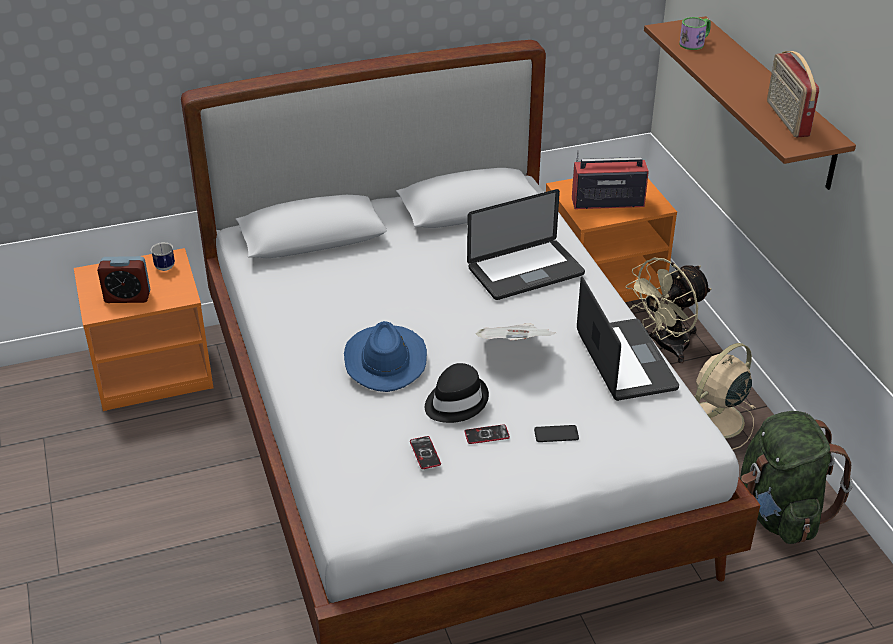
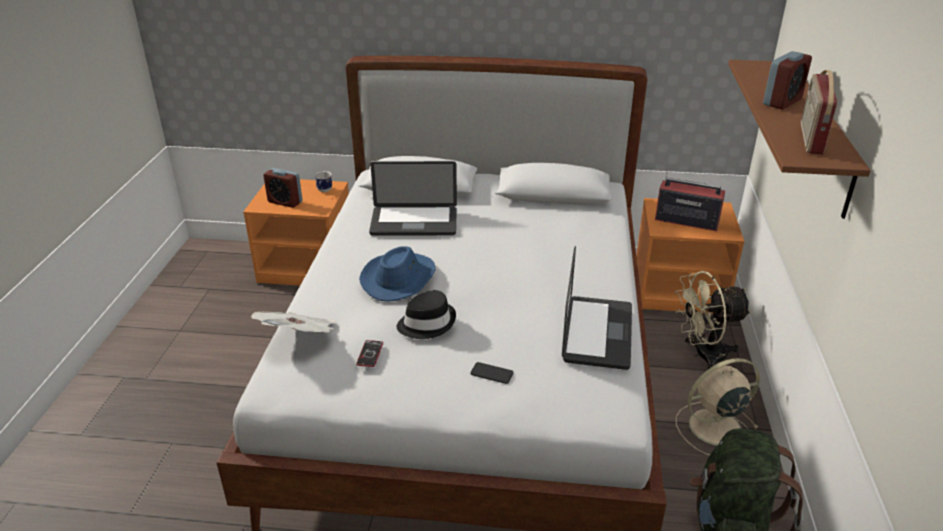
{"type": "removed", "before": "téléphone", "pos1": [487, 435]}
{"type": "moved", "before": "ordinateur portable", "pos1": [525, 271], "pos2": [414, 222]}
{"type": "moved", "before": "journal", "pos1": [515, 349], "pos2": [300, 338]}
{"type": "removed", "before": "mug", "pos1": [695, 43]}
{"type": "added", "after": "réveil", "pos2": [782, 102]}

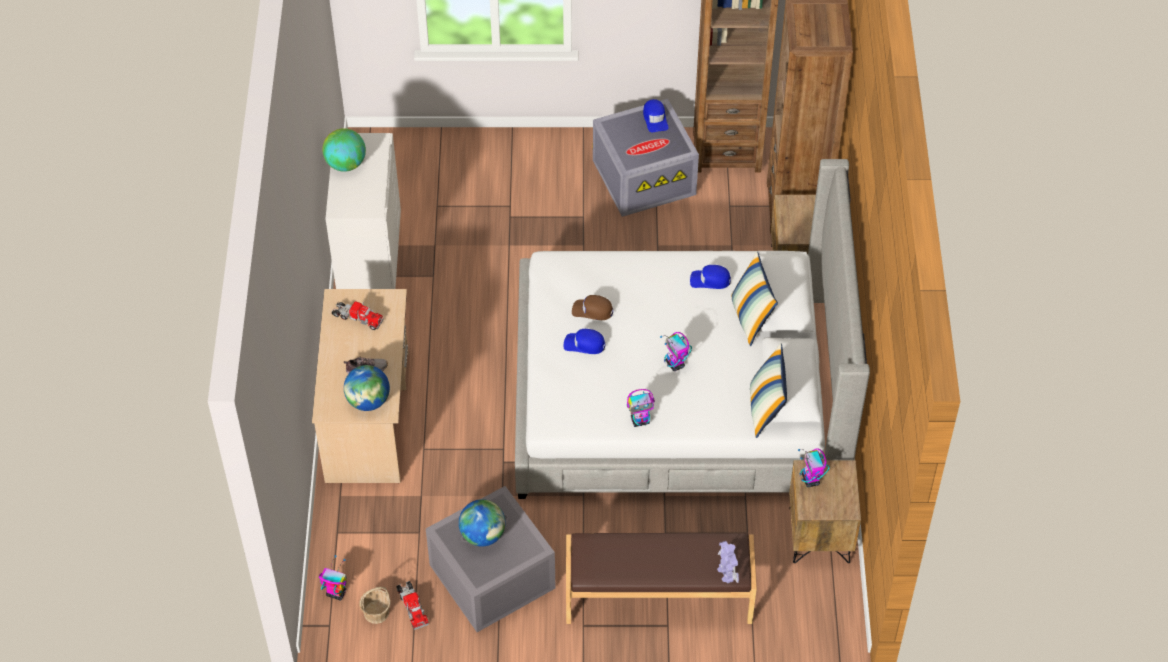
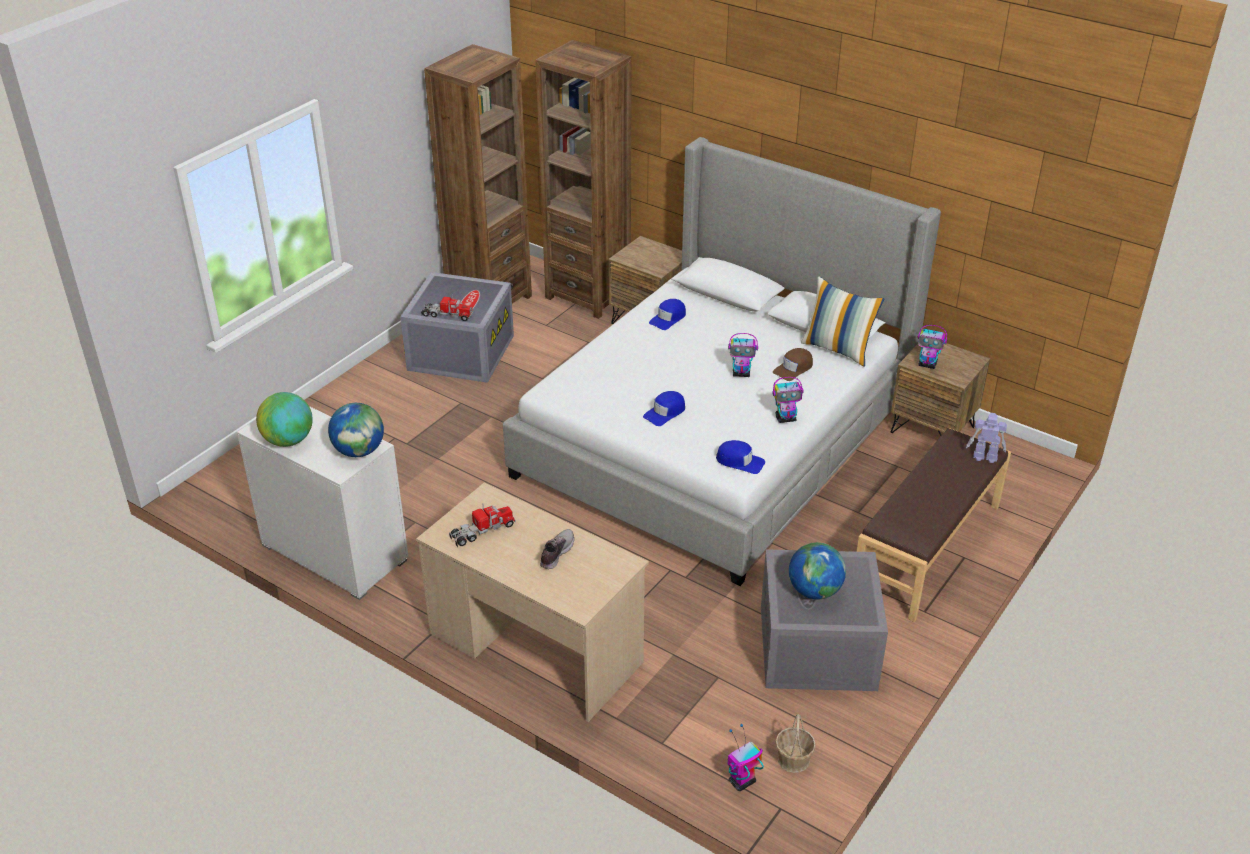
{"type": "moved", "before": "globe", "pos1": [368, 401], "pos2": [359, 451]}
{"type": "moved", "before": "camion jouet", "pos1": [412, 607], "pos2": [447, 315]}
{"type": "moved", "before": "casquette [marron]", "pos1": [592, 310], "pos2": [793, 368]}
{"type": "turned", "before": "robot jouet", "pos1": [640, 420], "pos2": [786, 418], "turn": 60}
{"type": "moved", "before": "casquette [bleu]", "pos1": [655, 118], "pos2": [740, 461]}
{"type": "removed", "before": "coussin", "pos1": [751, 318]}

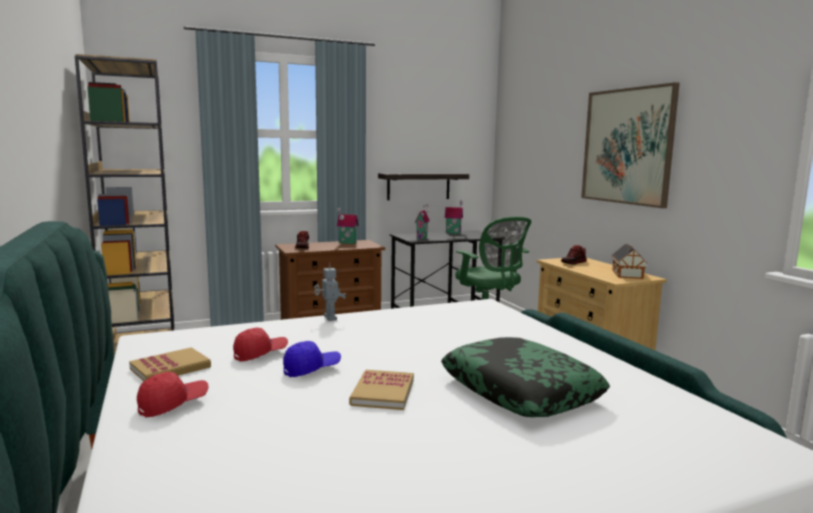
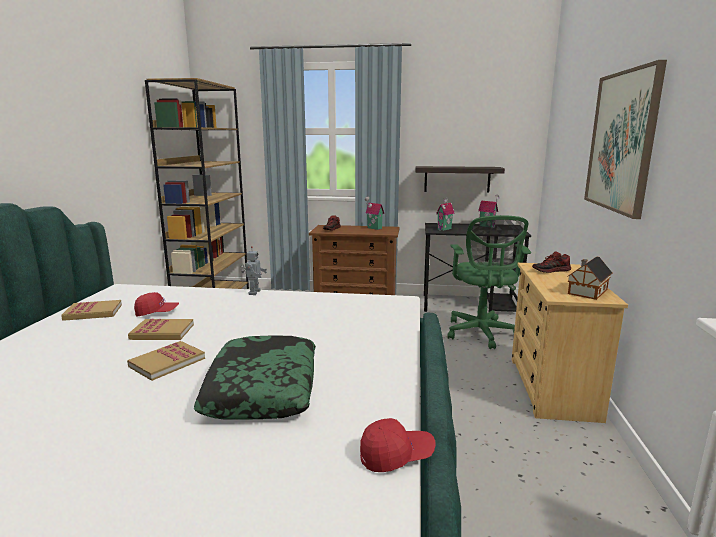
{"type": "moved", "before": "casquette [rouge]", "pos1": [173, 404], "pos2": [396, 456]}
{"type": "replaced", "before": "casquette [bleu]", "after": "livre", "pos1": [311, 369], "pos2": [162, 332]}

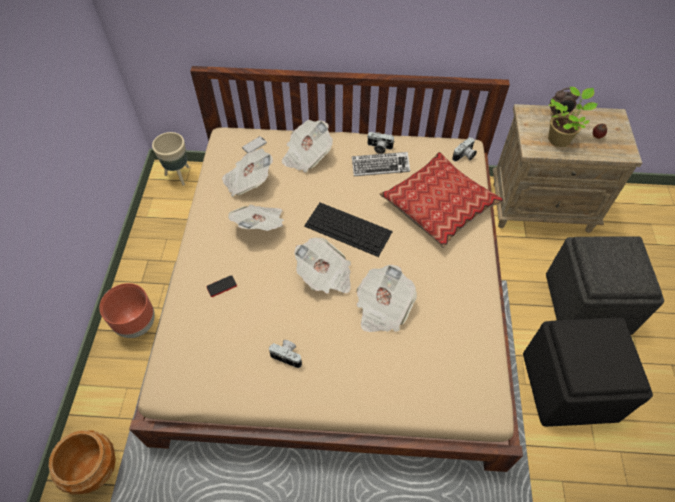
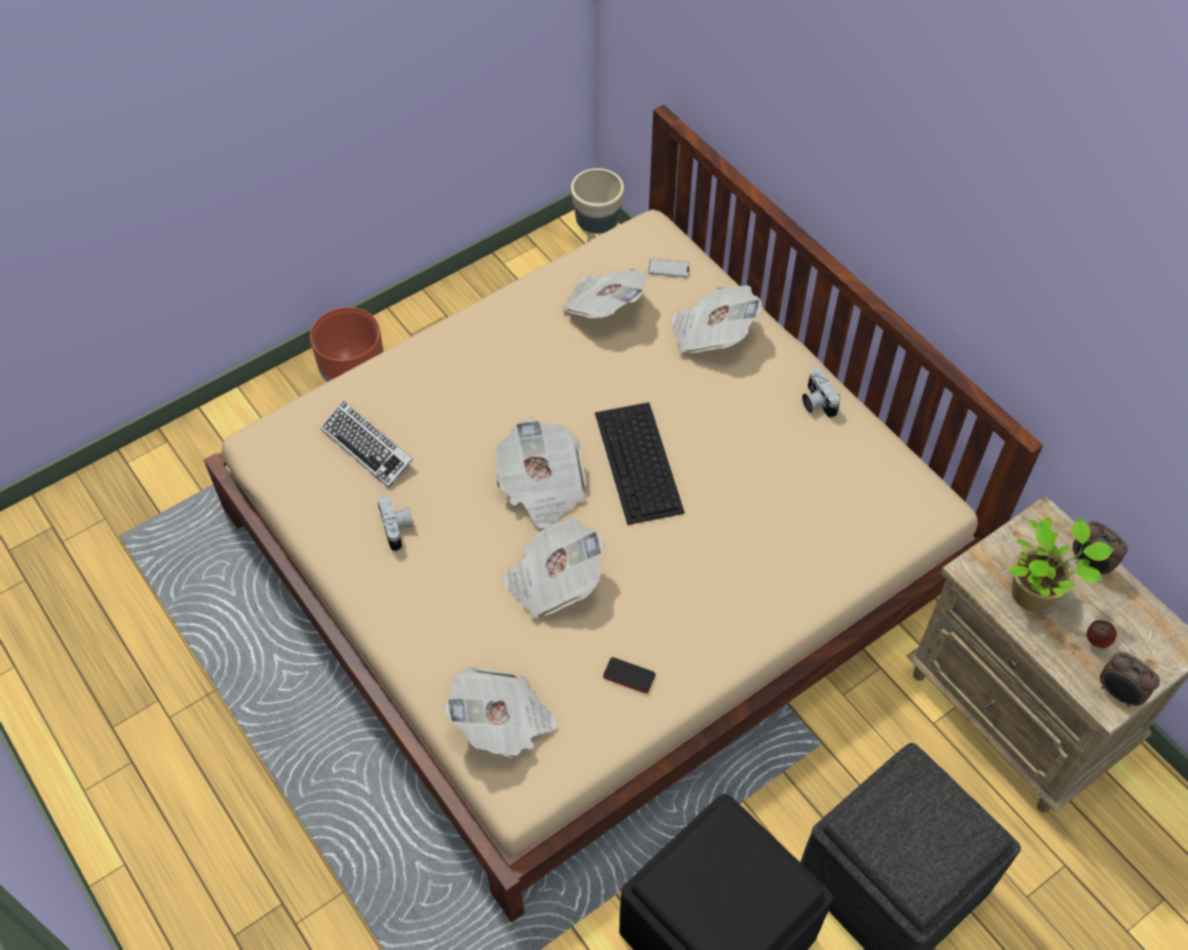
{"type": "removed", "before": "cache-pot [marron]", "pos1": [94, 469]}
{"type": "moved", "before": "téléphone", "pos1": [221, 286], "pos2": [629, 675]}
{"type": "moved", "before": "journal", "pos1": [260, 225], "pos2": [503, 723]}
{"type": "moved", "before": "clavier", "pos1": [380, 166], "pos2": [368, 447]}
{"type": "removed", "before": "coussin", "pos1": [439, 205]}
{"type": "removed", "before": "appareil photo", "pos1": [464, 156]}
{"type": "added", "after": "réveil", "pos2": [1118, 694]}

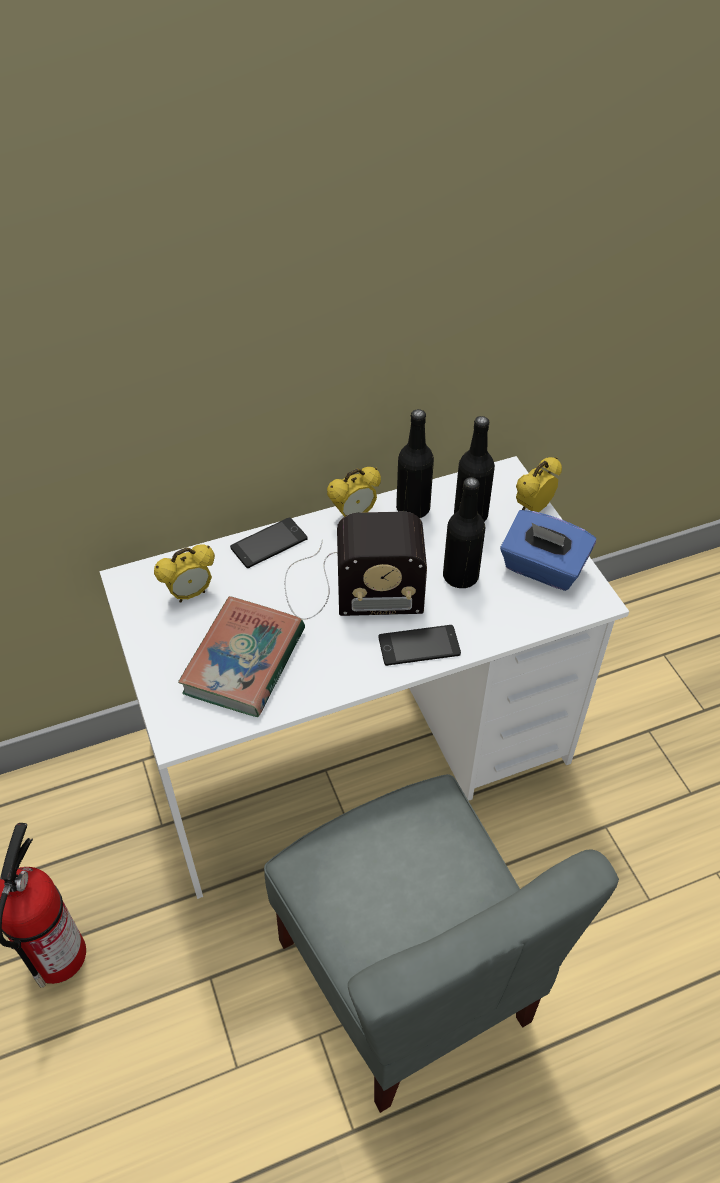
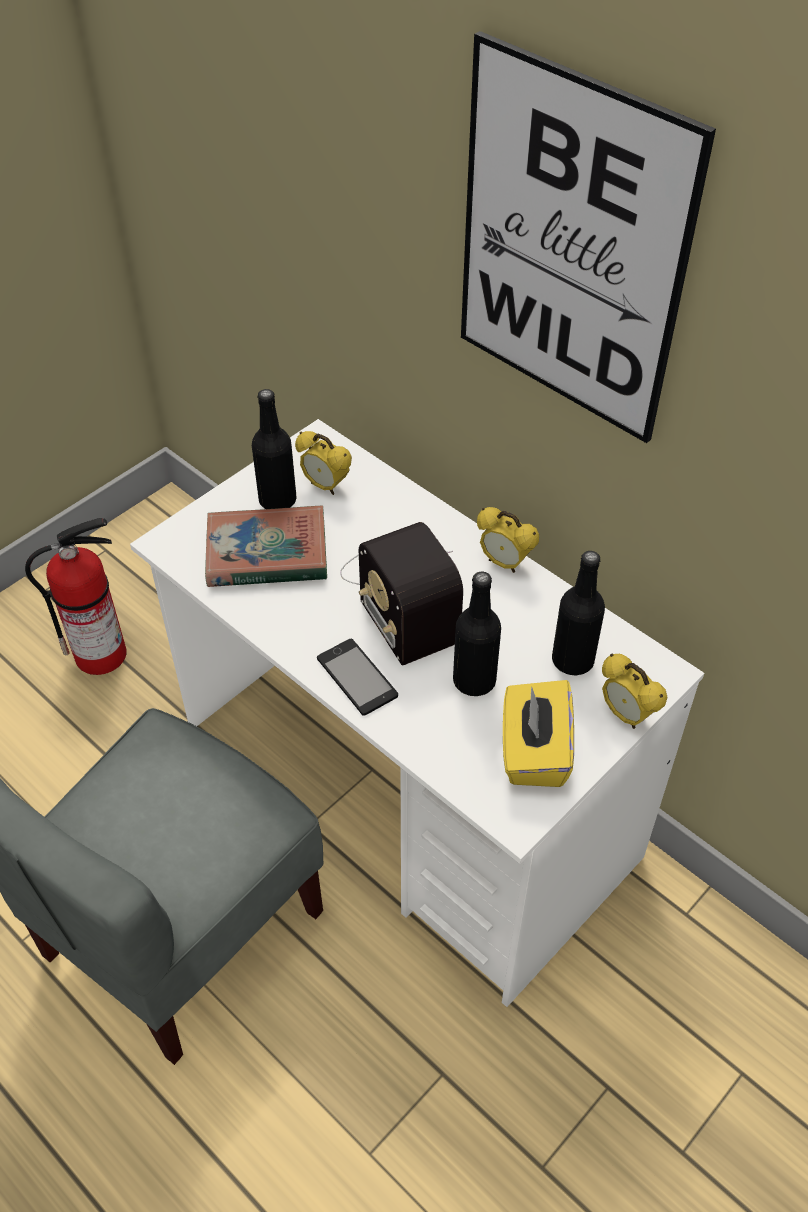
{"type": "removed", "before": "téléphone", "pos1": [269, 543]}
{"type": "moved", "before": "bouteille [noir]", "pos1": [413, 508], "pos2": [277, 500]}
{"type": "recoloured", "before": "boîte à mouchoirs [bleu]", "after": "boîte à mouchoirs [jaune]", "pos1": [542, 568], "pos2": [534, 752]}
{"type": "turned", "before": "réveil", "pos1": [533, 508], "pos2": [626, 715], "turn": -150}
{"type": "added", "after": "tableau", "pos2": [570, 248]}

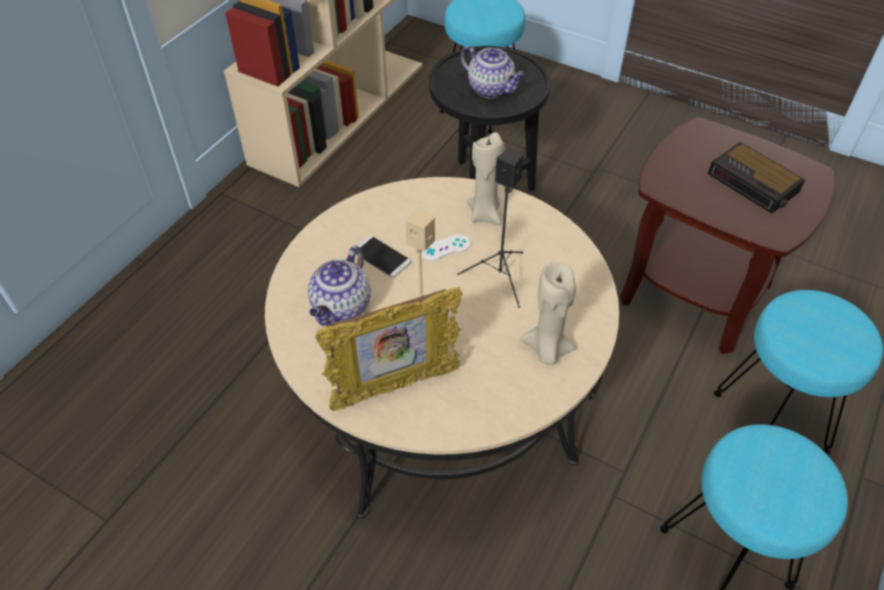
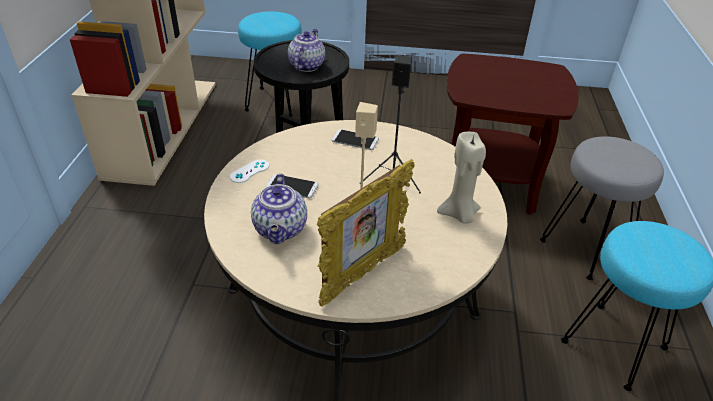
{"type": "moved", "before": "manette [blanc]", "pos1": [445, 248], "pos2": [249, 171]}
{"type": "turned", "before": "théière", "pos1": [492, 89], "pos2": [306, 65], "turn": -90}
{"type": "replaced", "before": "bougie [beige]", "after": "téléphone", "pos1": [485, 214], "pos2": [355, 140]}
{"type": "removed", "before": "réveil", "pos1": [754, 184]}
{"type": "recoloured", "before": "tabouret [turquoise]", "after": "tabouret [gris]", "pos1": [768, 422], "pos2": [584, 248]}

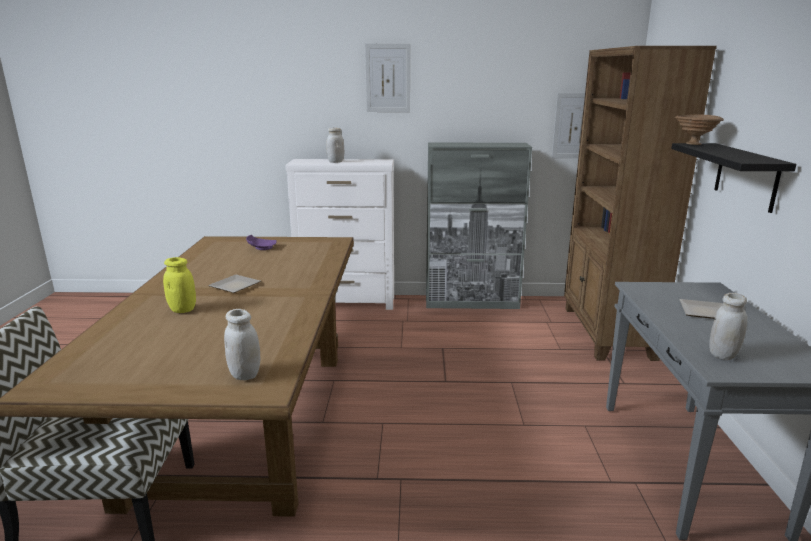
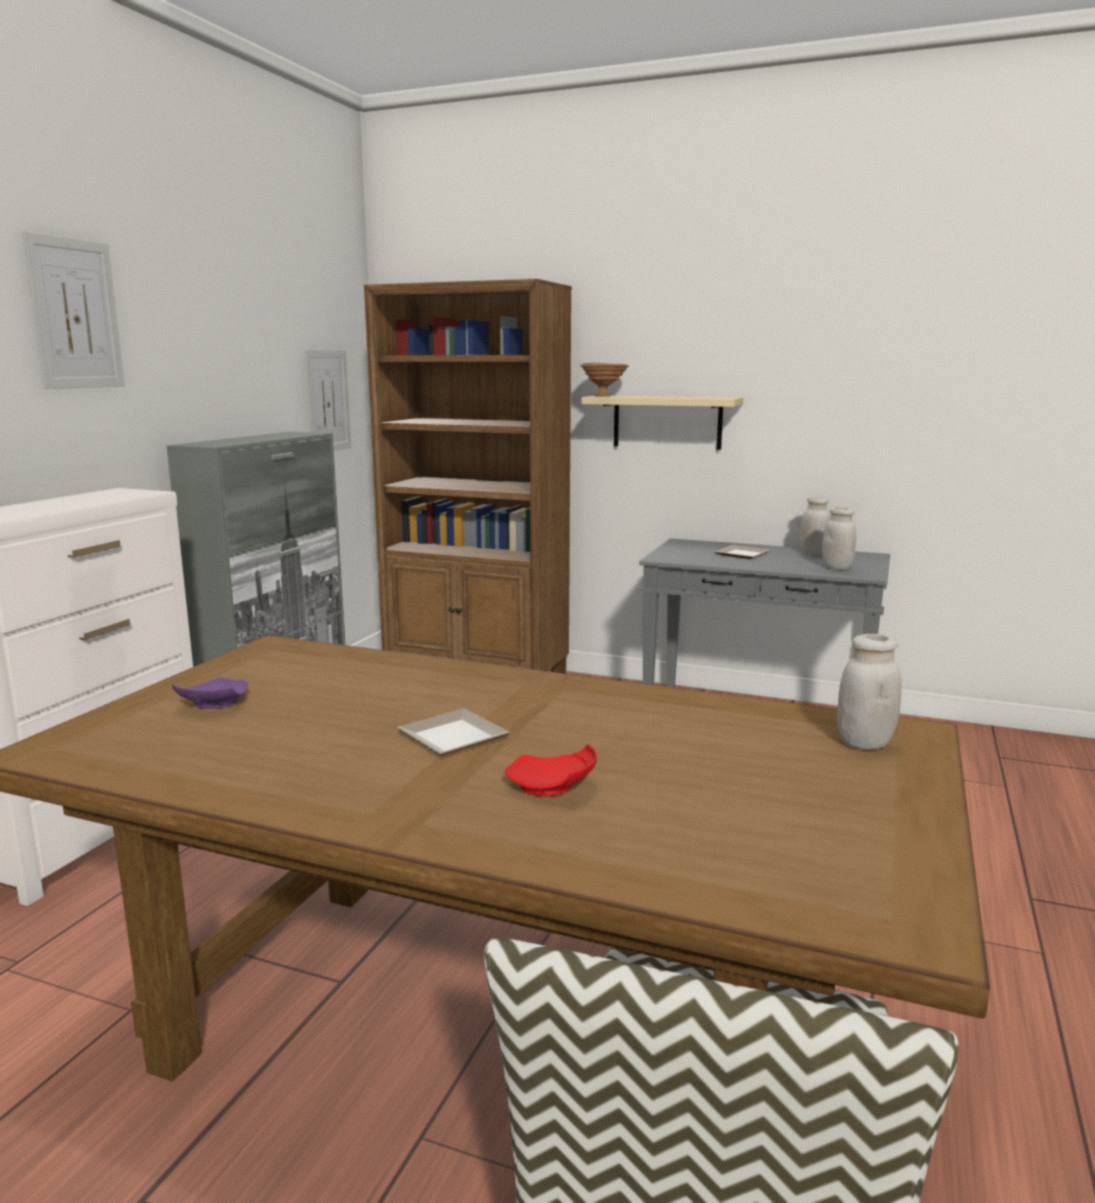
{"type": "replaced", "before": "bocal [jaune]", "after": "assiette [rouge]", "pos1": [183, 309], "pos2": [552, 787]}
{"type": "moved", "before": "bocal [blanc]", "pos1": [335, 162], "pos2": [813, 553]}
{"type": "recoloured", "before": "étagère [noir]", "after": "étagère [beige]", "pos1": [746, 176], "pos2": [667, 422]}

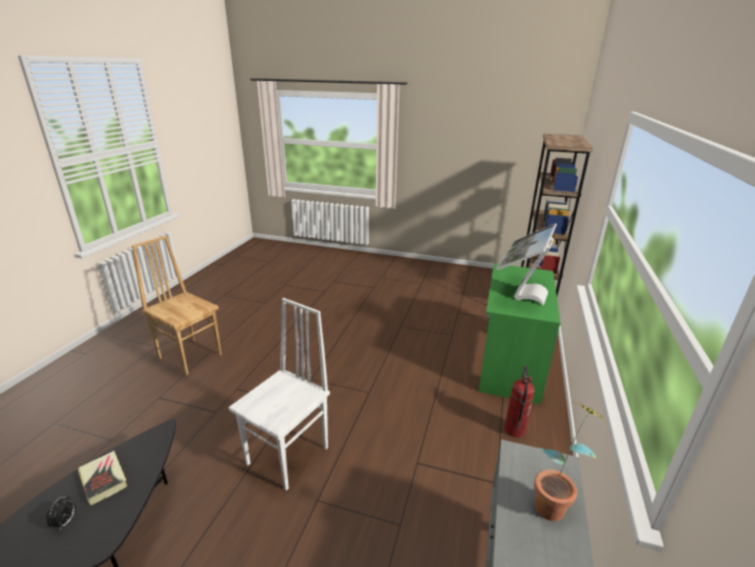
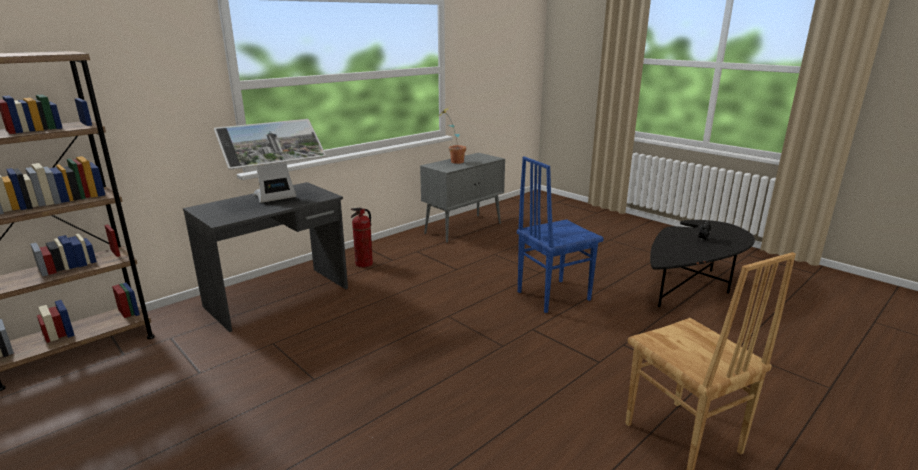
{"type": "removed", "before": "livre", "pos1": [103, 479]}
{"type": "recoloured", "before": "chaise [blanc]", "after": "chaise [bleu]", "pos1": [289, 455], "pos2": [552, 295]}
{"type": "recoloured", "before": "bureau [vert]", "after": "bureau [gris]", "pos1": [509, 364], "pos2": [278, 297]}

